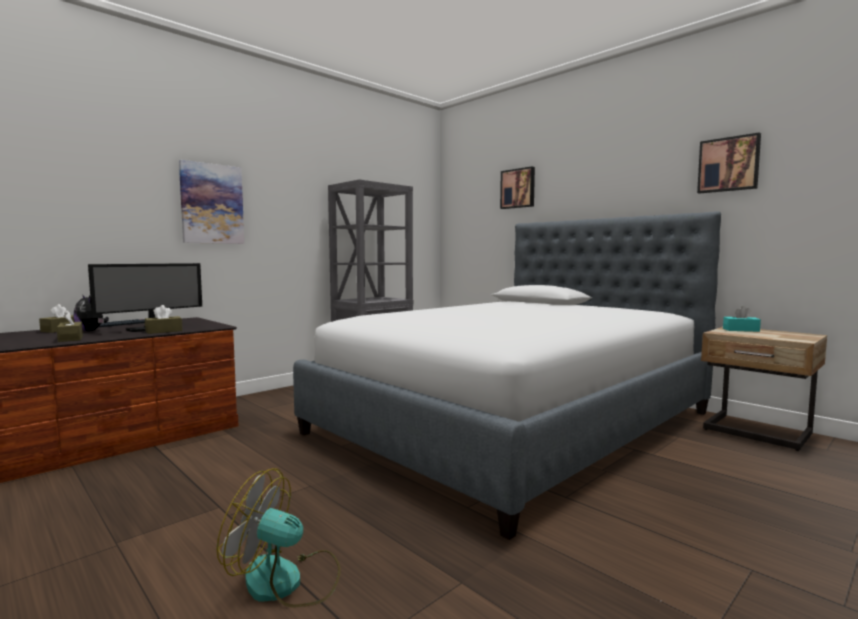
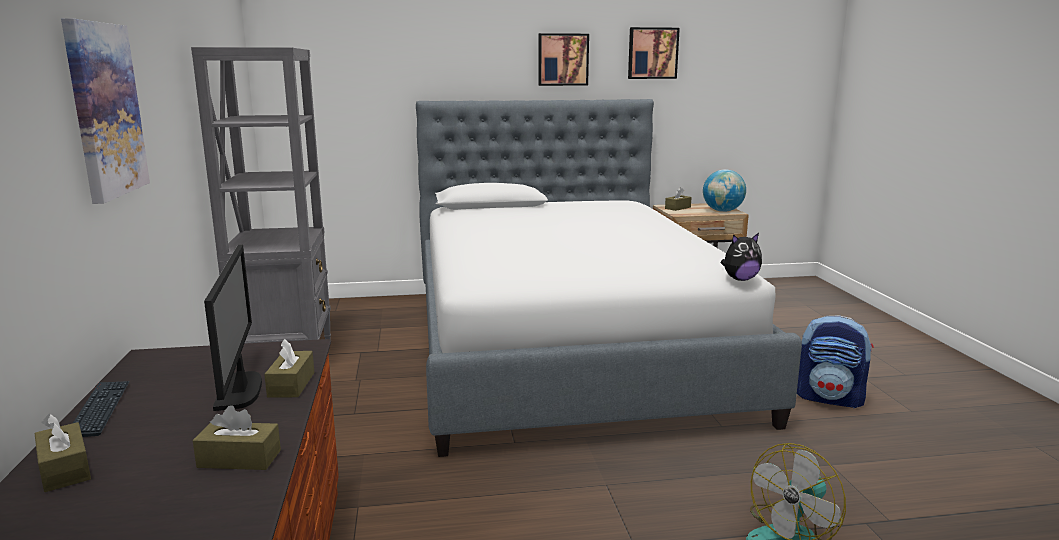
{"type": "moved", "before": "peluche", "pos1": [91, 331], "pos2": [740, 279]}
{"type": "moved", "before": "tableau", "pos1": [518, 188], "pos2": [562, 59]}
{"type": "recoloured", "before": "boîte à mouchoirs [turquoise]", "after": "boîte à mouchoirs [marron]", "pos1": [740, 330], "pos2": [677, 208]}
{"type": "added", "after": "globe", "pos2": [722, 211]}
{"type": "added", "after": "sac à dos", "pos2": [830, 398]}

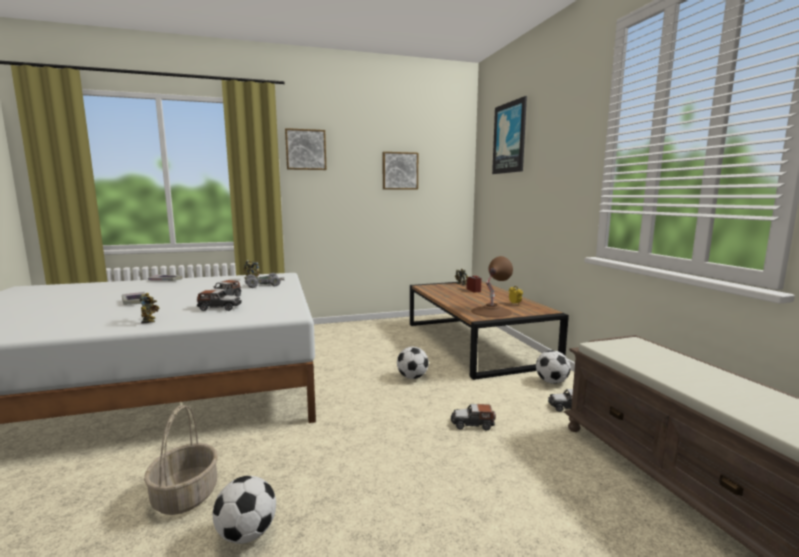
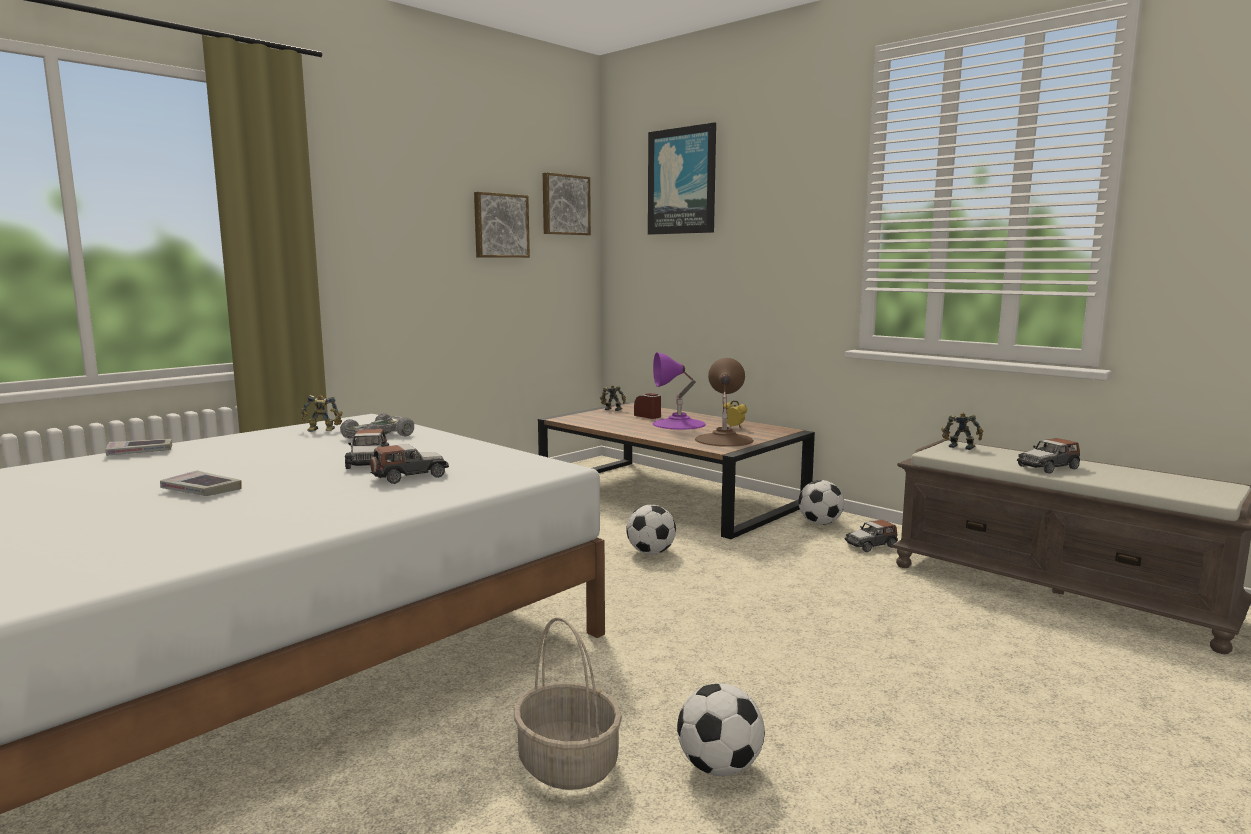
{"type": "moved", "before": "robot jouet", "pos1": [150, 320], "pos2": [961, 447]}
{"type": "moved", "before": "tableau", "pos1": [305, 150], "pos2": [564, 205]}
{"type": "moved", "before": "petite voiture", "pos1": [472, 424], "pos2": [1048, 467]}
{"type": "added", "after": "lampe de table [violet]", "pos2": [679, 424]}

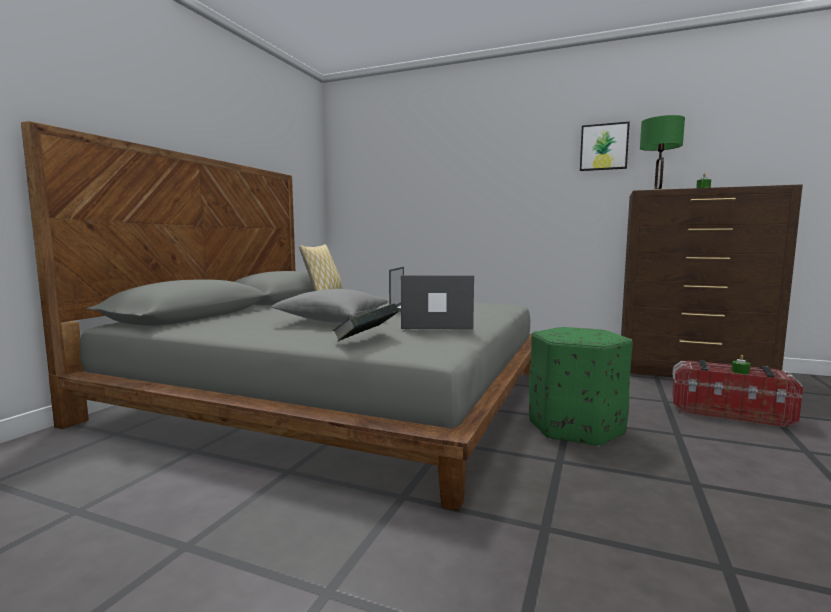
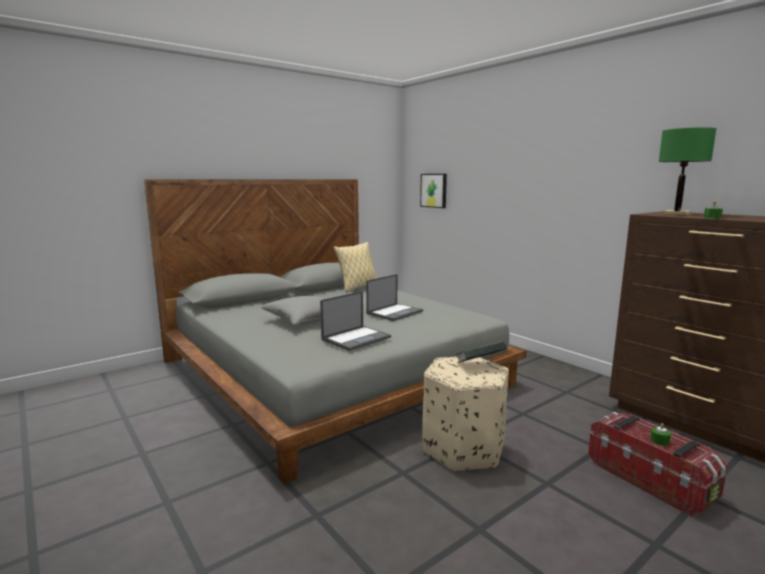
{"type": "moved", "before": "livre", "pos1": [365, 340], "pos2": [479, 365]}
{"type": "turned", "before": "ordinateur portable", "pos1": [435, 324], "pos2": [356, 338], "turn": 105}
{"type": "recoloured", "before": "pouf [vert]", "after": "pouf [beige]", "pos1": [575, 427], "pos2": [463, 449]}
{"type": "moved", "before": "tableau", "pos1": [604, 147], "pos2": [434, 190]}

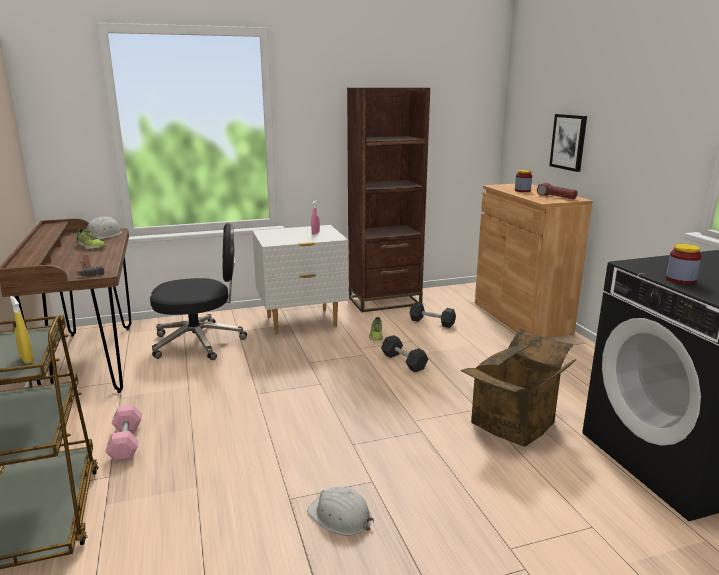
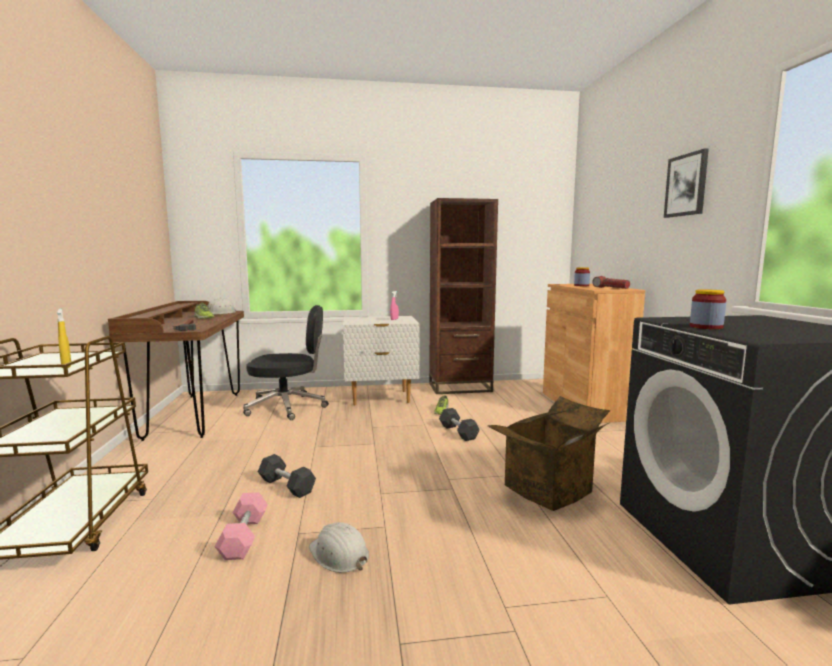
{"type": "moved", "before": "haltère [rose]", "pos1": [126, 442], "pos2": [244, 537]}
{"type": "moved", "before": "haltère [noir]", "pos1": [432, 322], "pos2": [286, 486]}
{"type": "moved", "before": "tableau", "pos1": [568, 142], "pos2": [686, 185]}

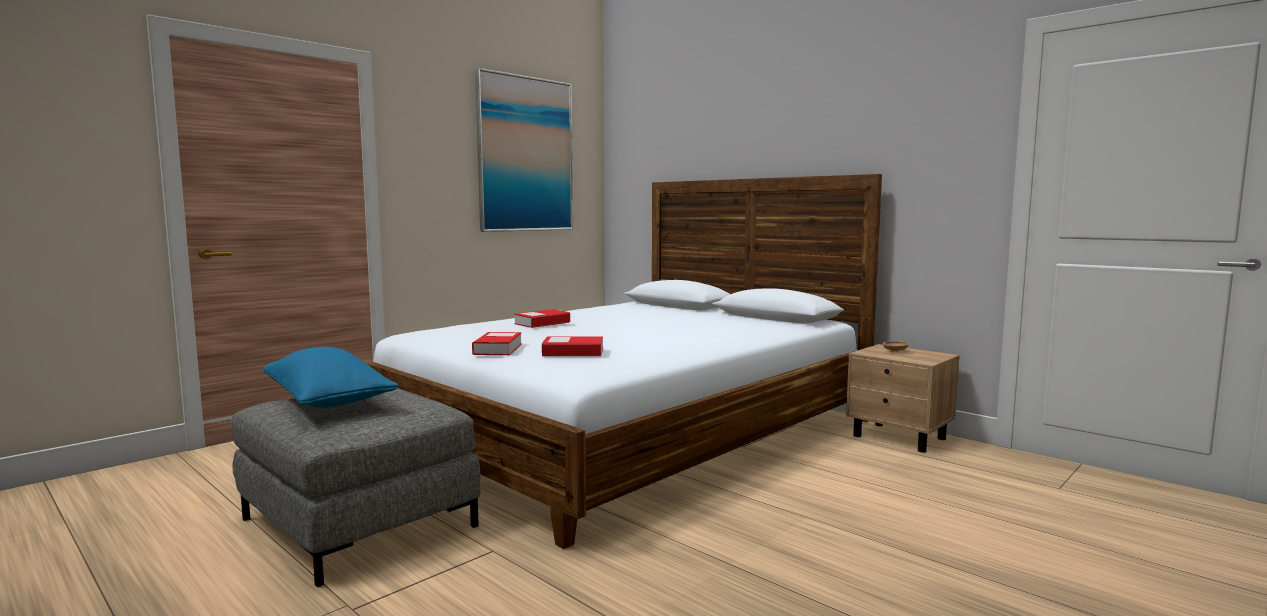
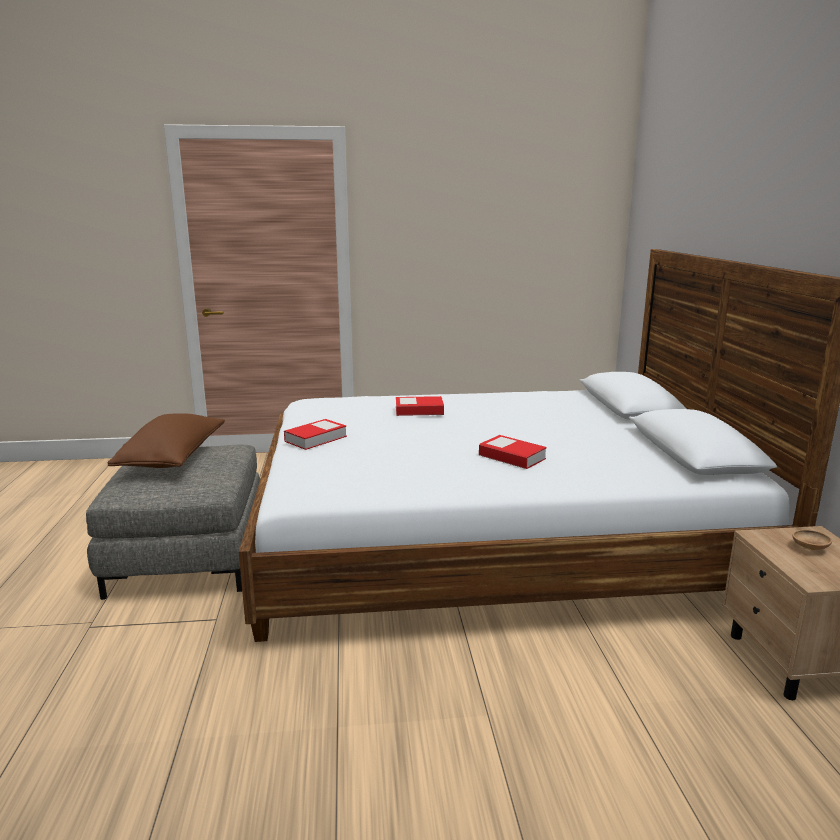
{"type": "recoloured", "before": "coussin [bleu]", "after": "coussin [marron]", "pos1": [328, 401], "pos2": [173, 458]}
{"type": "removed", "before": "tableau", "pos1": [526, 154]}
{"type": "moved", "before": "livre", "pos1": [573, 352], "pos2": [512, 457]}

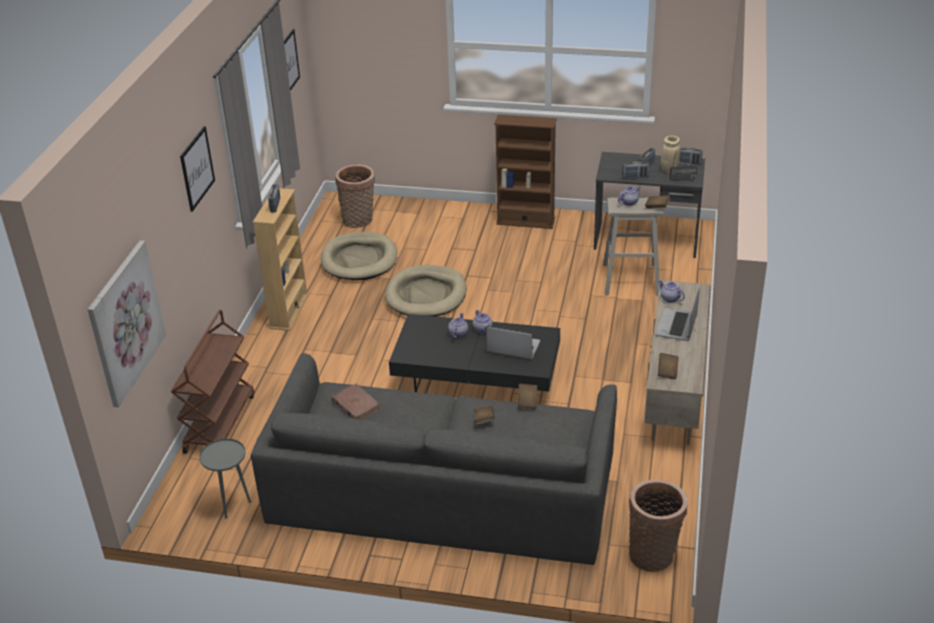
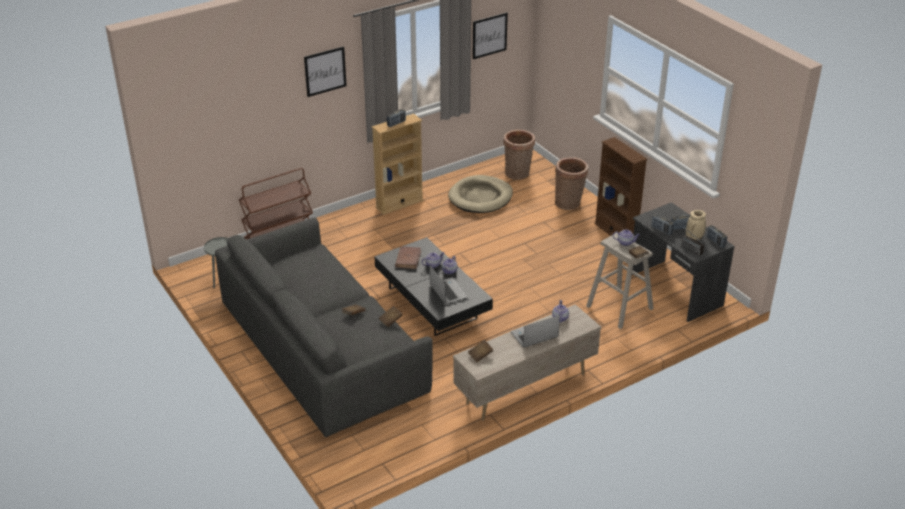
{"type": "removed", "before": "tableau", "pos1": [126, 322]}
{"type": "moved", "before": "livre [marron]", "pos1": [356, 405], "pos2": [408, 259]}
{"type": "removed", "before": "panier pour chien [beige]", "pos1": [426, 295]}
{"type": "moved", "before": "panier", "pos1": [653, 554], "pos2": [569, 203]}

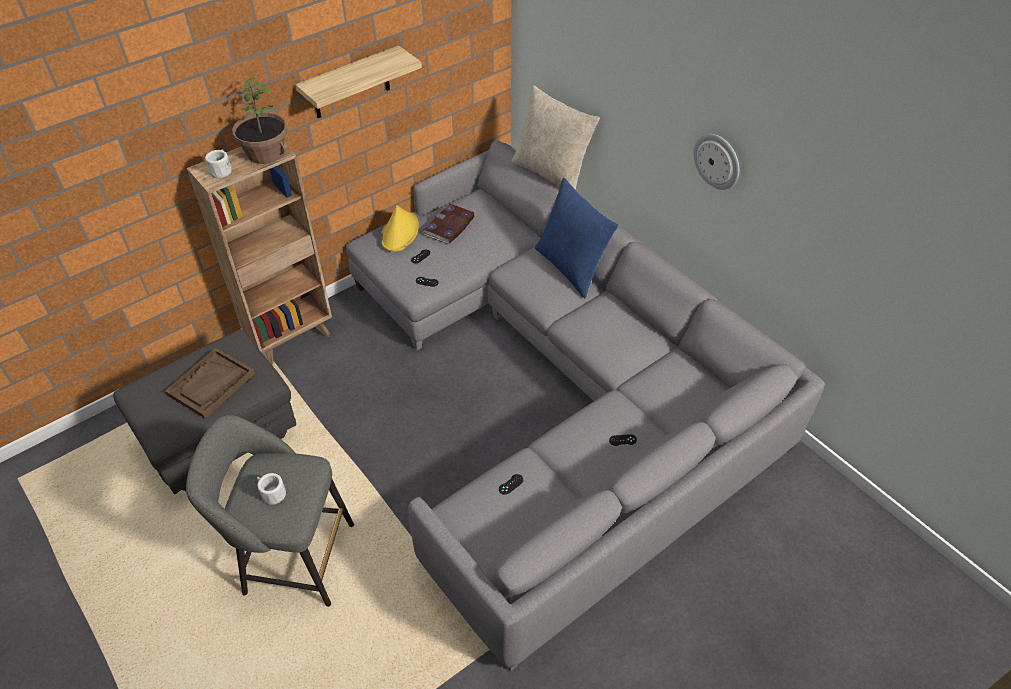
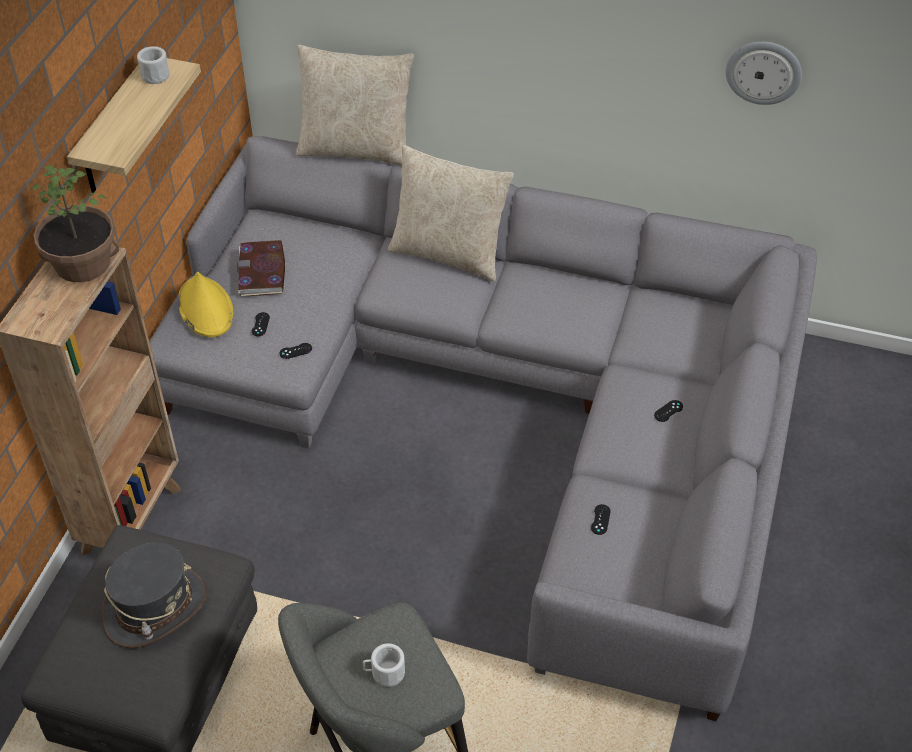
{"type": "replaced", "before": "plateau [marron]", "after": "chapeau [gris]", "pos1": [211, 384], "pos2": [155, 608]}
{"type": "moved", "before": "mug [blanc]", "pos1": [221, 170], "pos2": [154, 74]}
{"type": "recoloured", "before": "coussin [bleu]", "after": "coussin [beige]", "pos1": [571, 267], "pos2": [449, 253]}
{"type": "moved", "before": "horloge murale", "pos1": [717, 161], "pos2": [763, 72]}

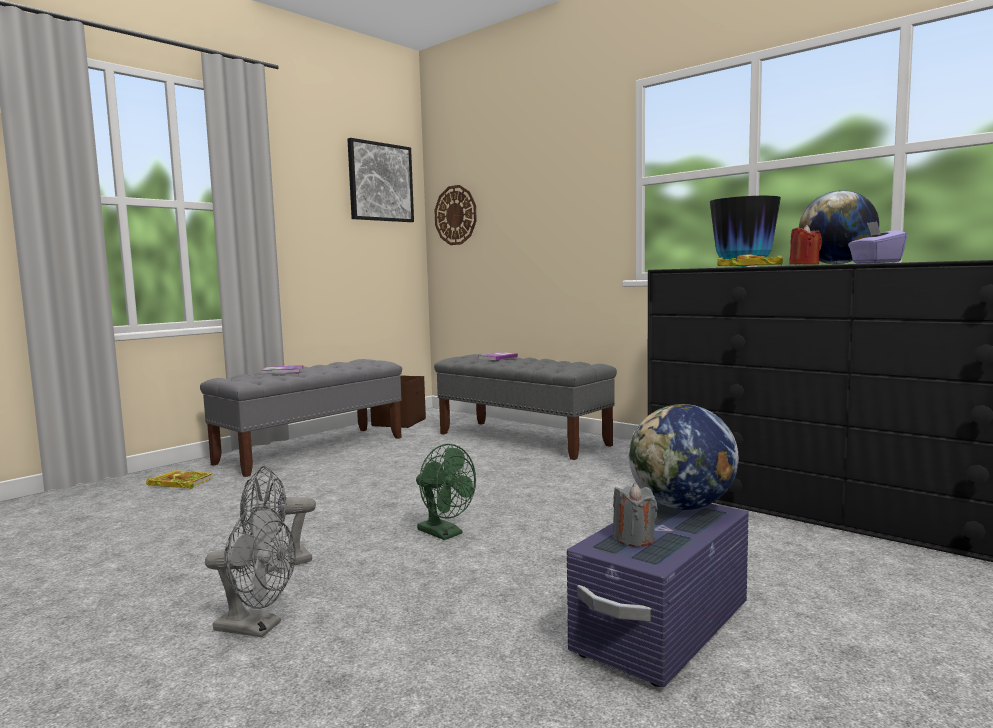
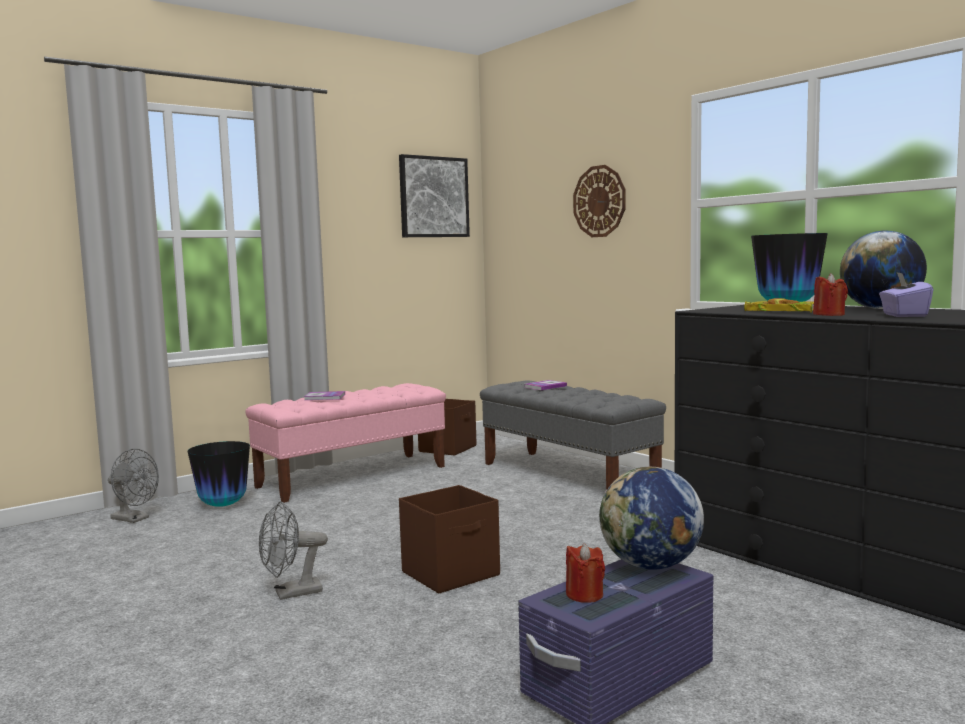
{"type": "replaced", "before": "livre", "after": "vase", "pos1": [179, 483], "pos2": [223, 505]}
{"type": "recoloured", "before": "banc [gris]", "after": "banc [rose]", "pos1": [312, 450], "pos2": [353, 476]}
{"type": "moved", "before": "ventilateur [gris]", "pos1": [257, 627], "pos2": [134, 519]}
{"type": "replaced", "before": "ventilateur [vert]", "after": "boîte de rangement [marron]", "pos1": [445, 534], "pos2": [452, 573]}
{"type": "moved", "before": "horloge murale", "pos1": [455, 215], "pos2": [599, 201]}
{"type": "recoloured", "before": "bougie [gris]", "after": "bougie [rouge]", "pos1": [634, 539], "pos2": [584, 595]}

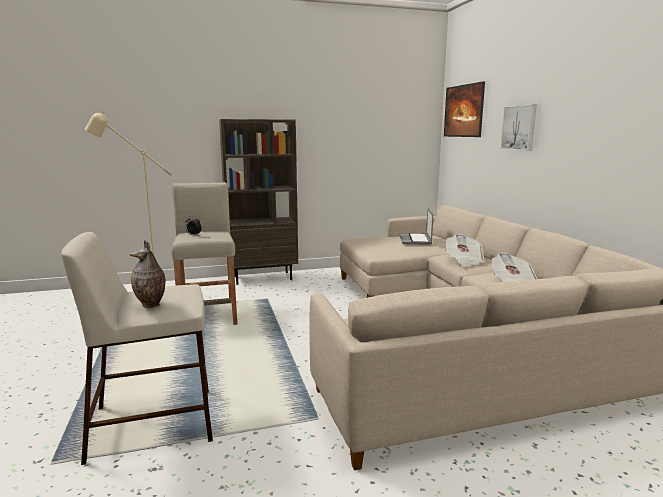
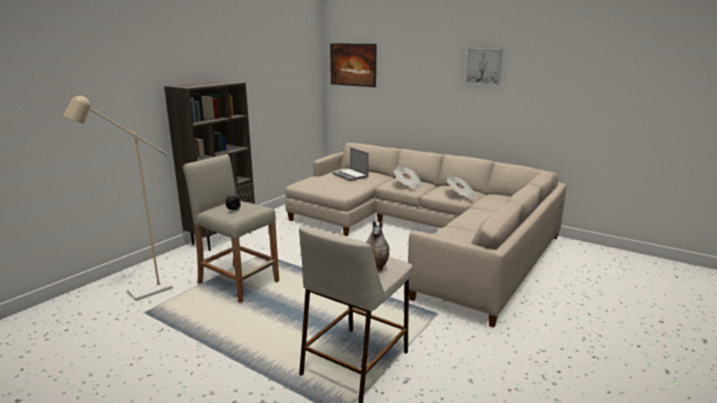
{"type": "moved", "before": "tableau", "pos1": [519, 128], "pos2": [484, 66]}

